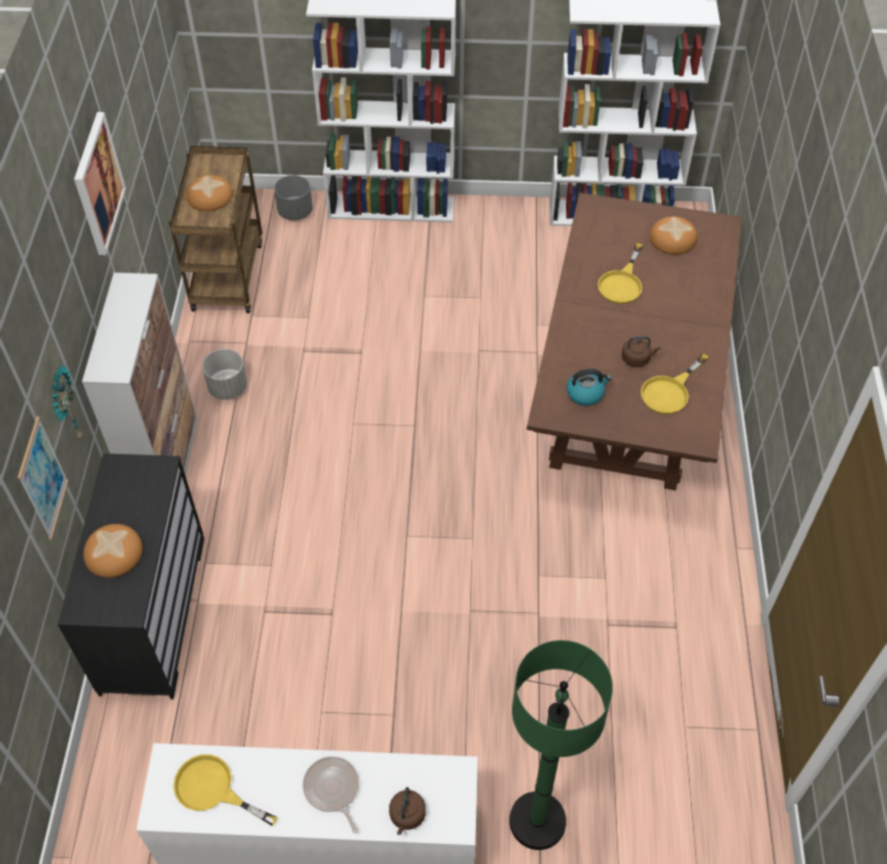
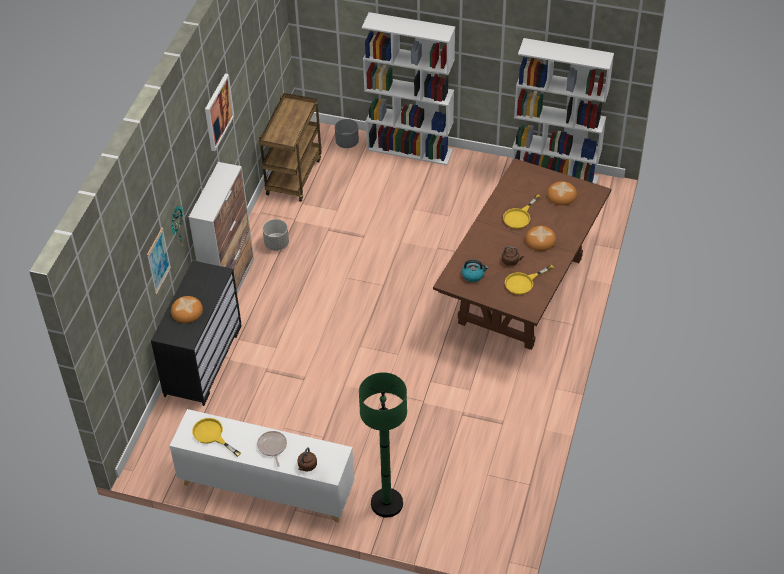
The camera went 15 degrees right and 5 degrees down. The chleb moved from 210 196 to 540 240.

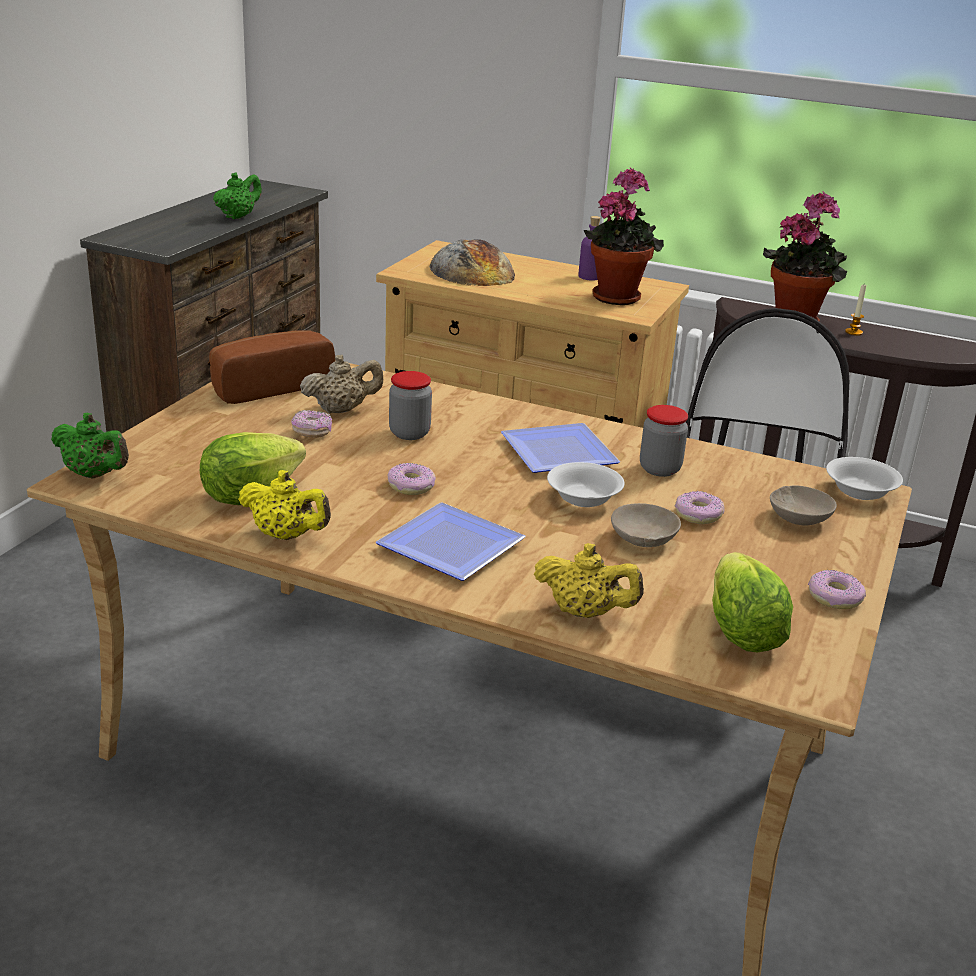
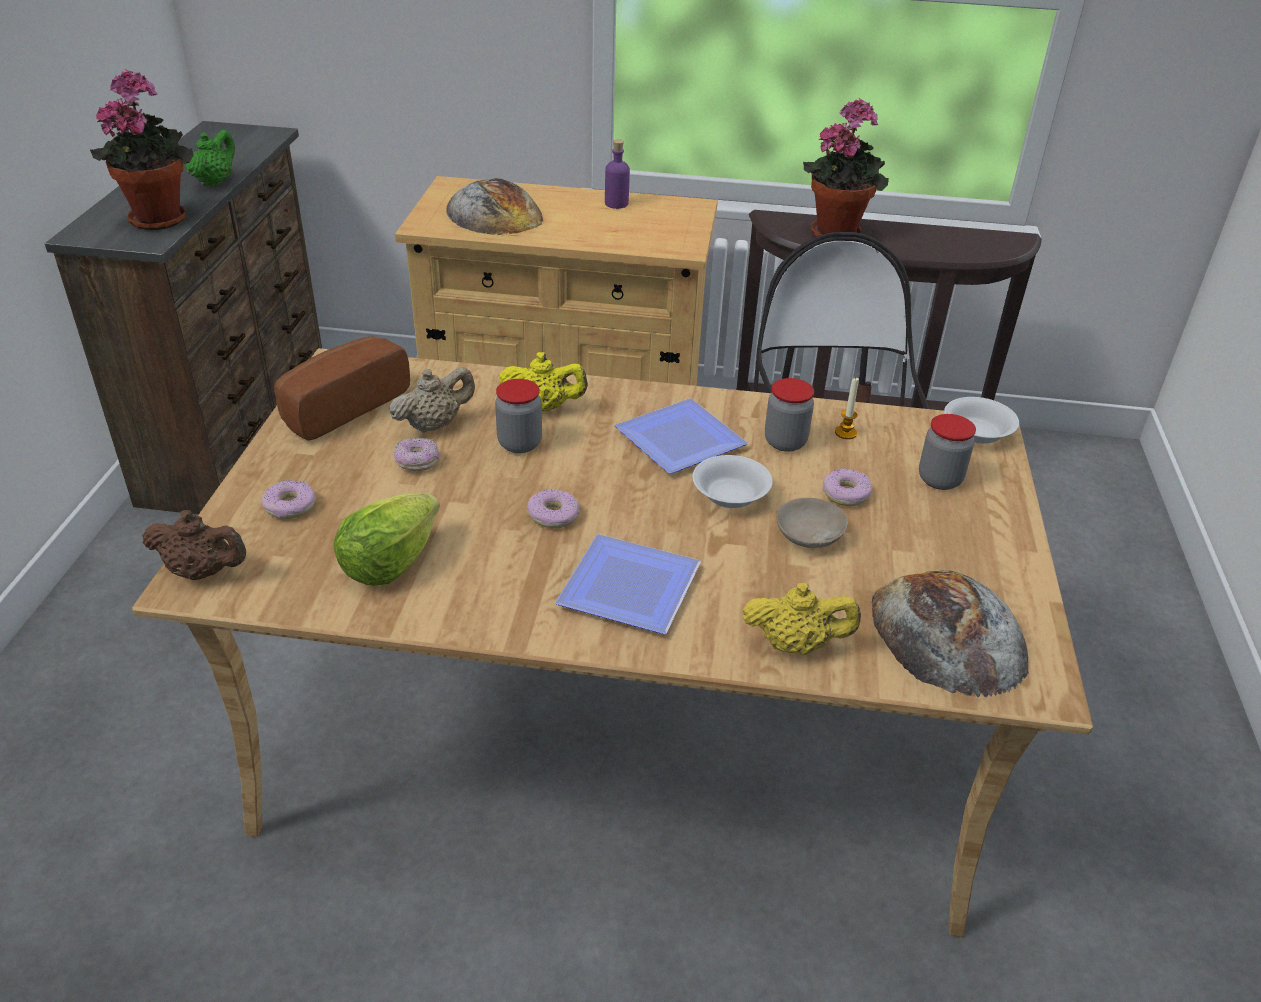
The camera went 15 degrees left and 10 degrees up. The imbryk [żółty] moved from 286 536 to 544 407. The roślina doniczkowa moved from 616 296 to 160 217. The donut moved from 834 597 to 290 506. The świeca moved from 853 332 to 845 433. The sałata at 741 631 was replaced by the chleb at 947 634. The miska [beżowy] at 800 519 was replaced by the słoik at 939 479. The imbryk [zielony] at 94 475 became the imbryk [brązowy] at 203 572.

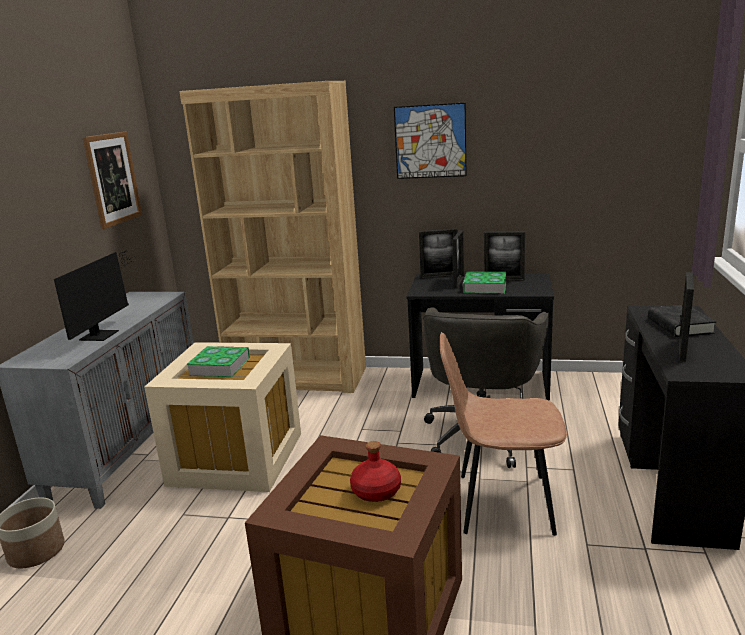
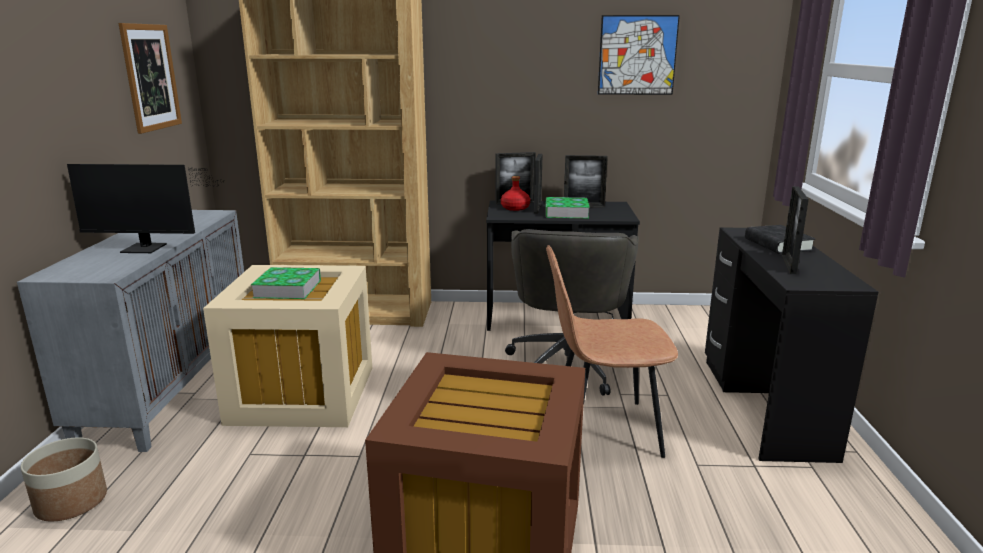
The camera went 10 degrees left and 0 degrees up. The butelka [czerwony] moved from 375 491 to 515 208. The obraz moved from 430 141 to 637 55. The monitor at 103 333 turned 90 degrees clockwise.

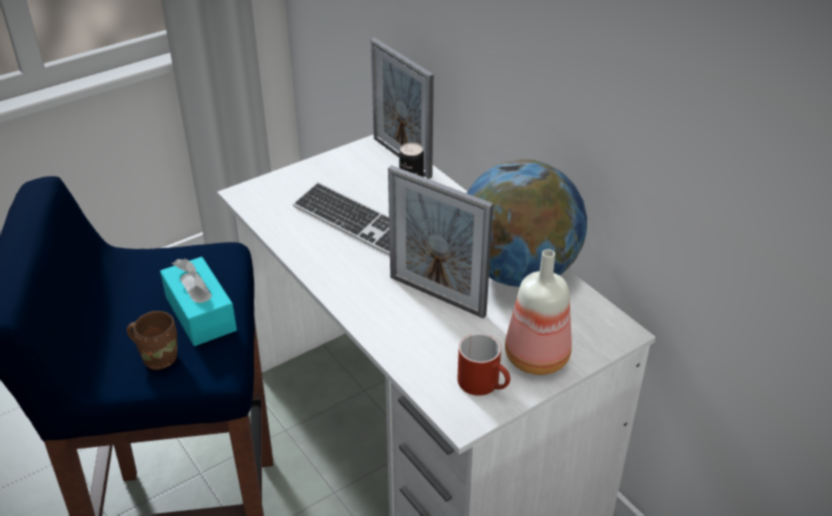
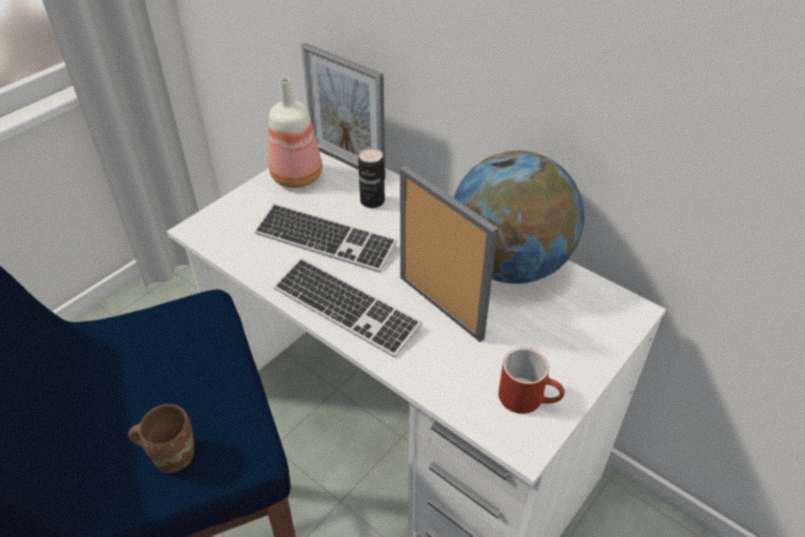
The camera went 15 degrees left and 5 degrees up. The pudełko chusteczek [turkusowy] at 200 314 disappeared. The klawiatura at 346 308 appeared. The butelka moved from 538 358 to 298 177. The ramka na zdjęcie at 437 296 turned 150 degrees counterclockwise.

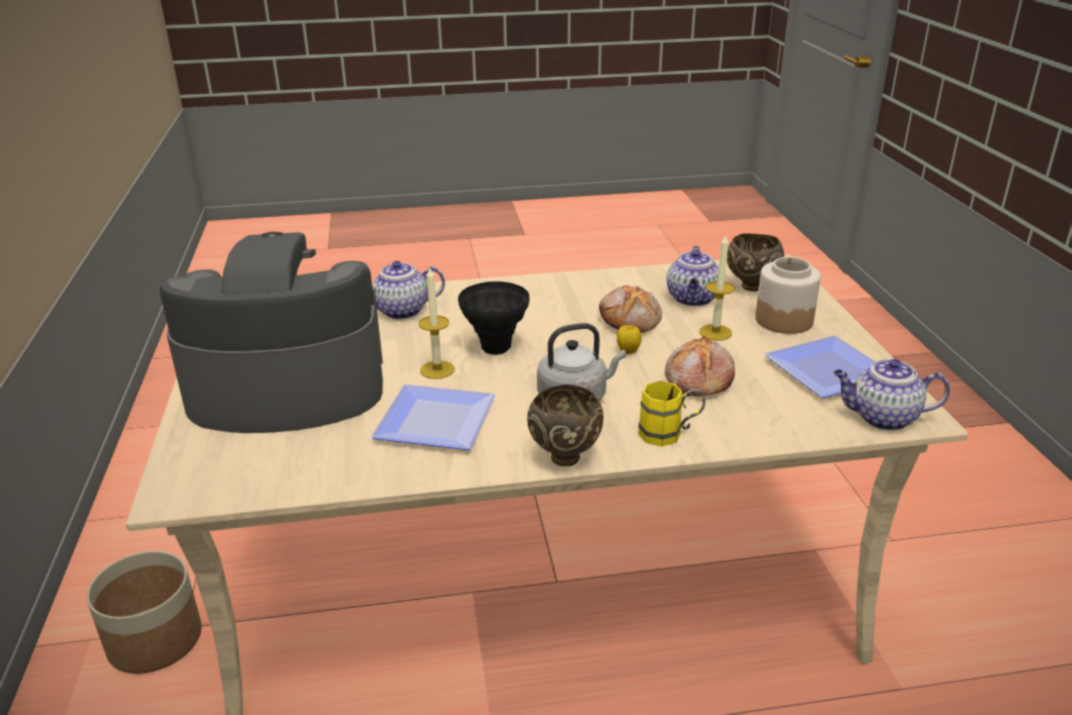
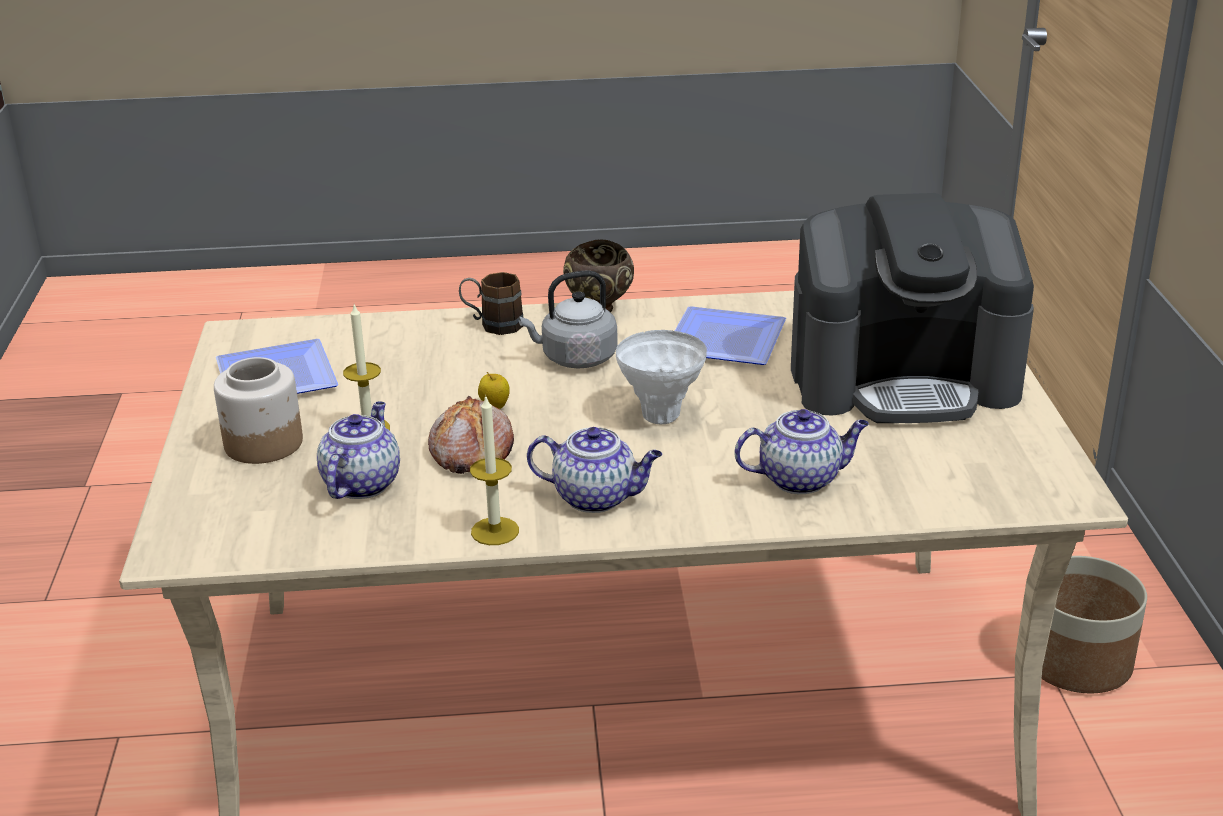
The camera went 175 degrees left and 0 degrees up. The chleb at 697 380 disappeared. The miska [brązowy] at 750 287 disappeared. The świeca moved from 437 369 to 495 531. The imbryk moved from 882 418 to 597 497. The wazon [czarny] at 495 349 became the wazon [biały] at 661 416. The kubek [żółty] at 669 434 became the kubek [brązowy] at 492 325.

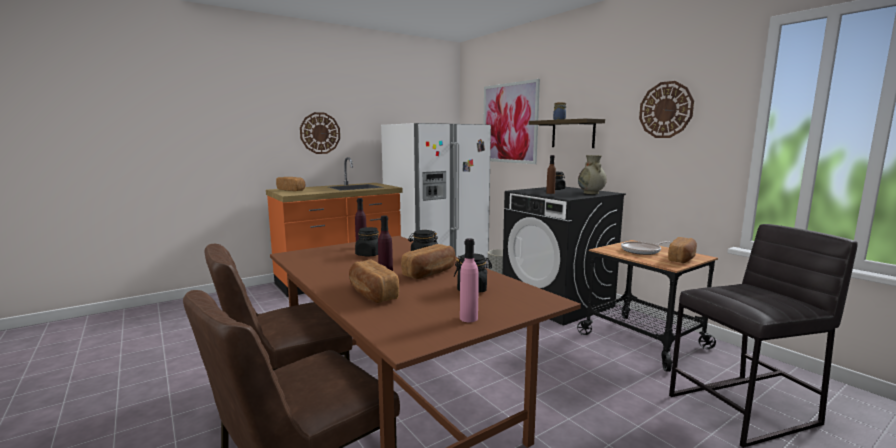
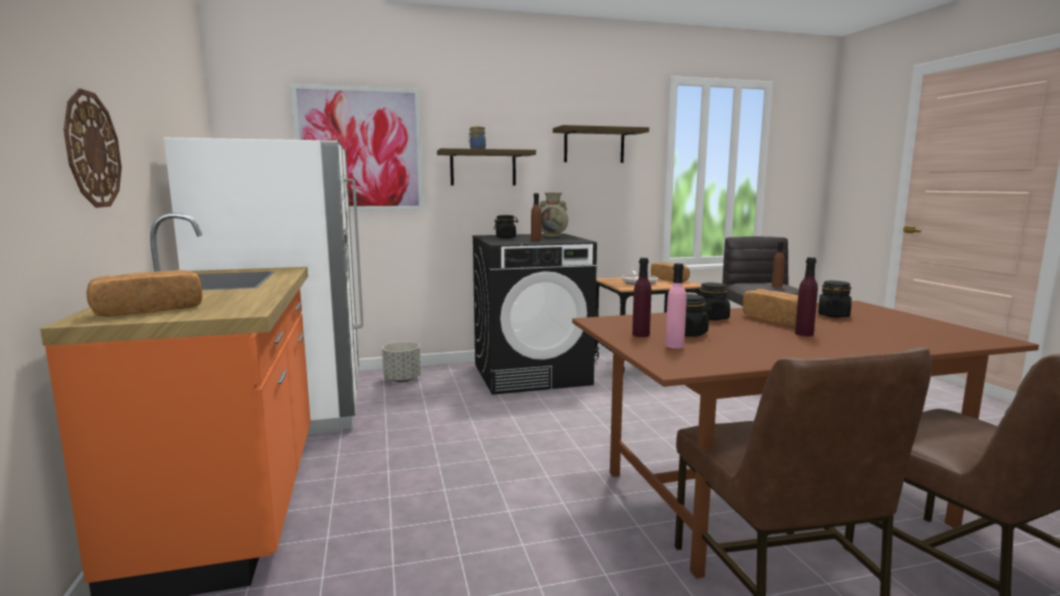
The camera went 70 degrees left and 0 degrees up. The chleb at 372 294 disappeared. The butelka [brązowy] at 777 286 appeared. The butelka [różowy] moved from 468 318 to 674 345. The zegar ścienny at 665 110 was replaced by the półka at 594 145.

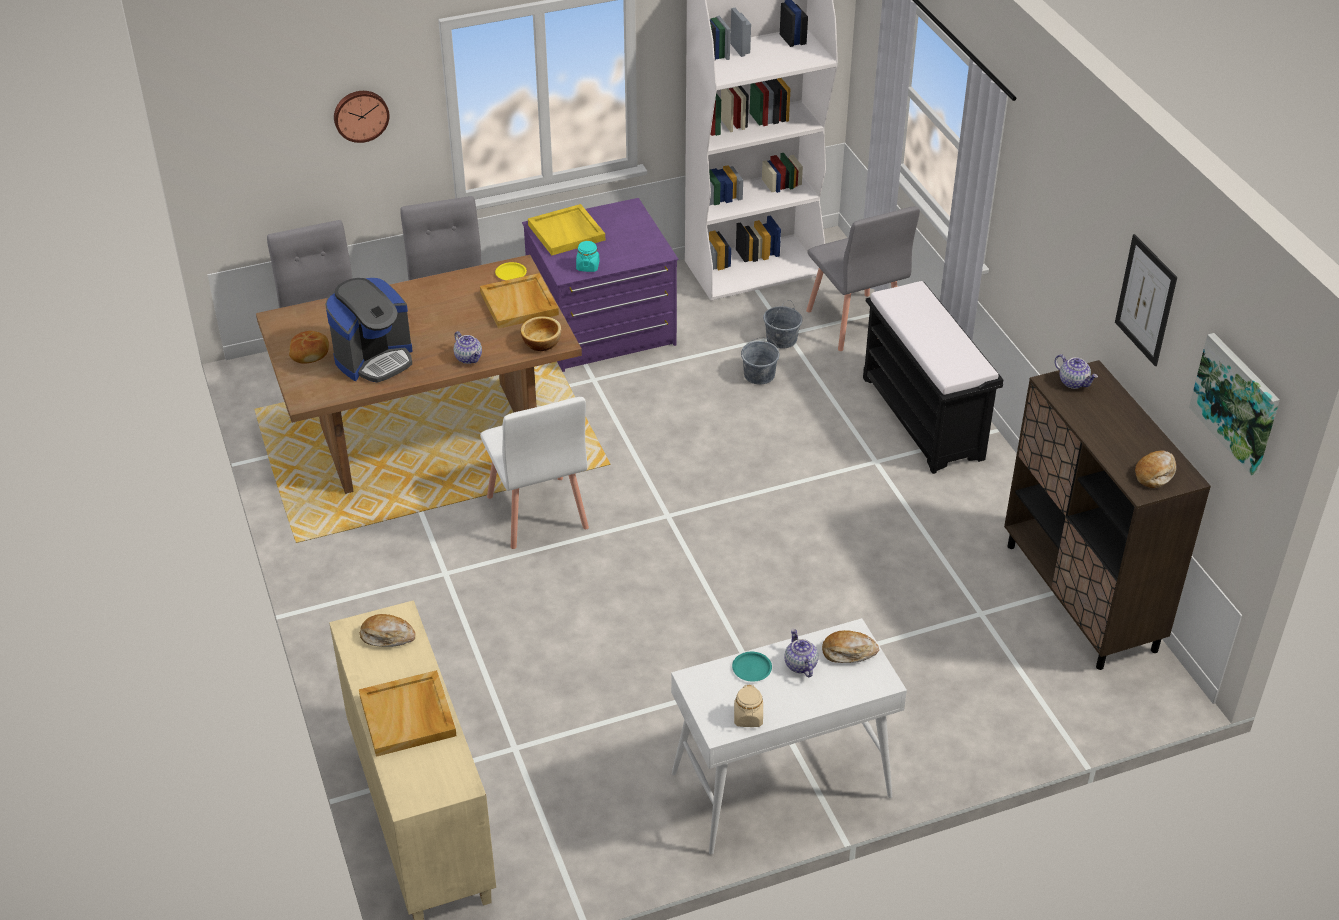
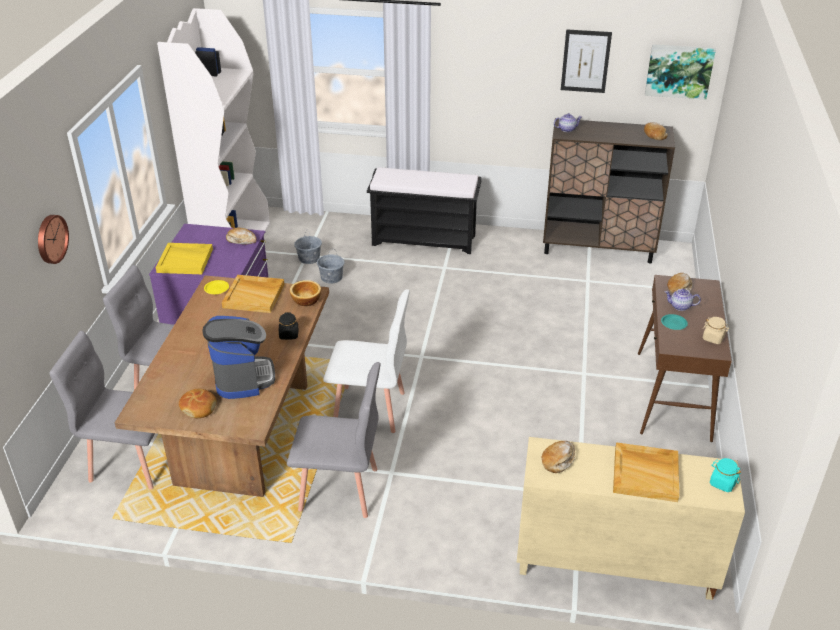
The camera went 60 degrees left and 5 degrees down. The chleb at 241 240 appeared. The słoik [turkusowy] moved from 588 266 to 722 483. The krzesło [szary] moved from 853 322 to 339 490. The imbryk at 469 358 was replaced by the słoik [czarny] at 289 335. The stolik konsolowy [biały] at 780 786 became the stolik konsolowy [brązowy] at 673 396.

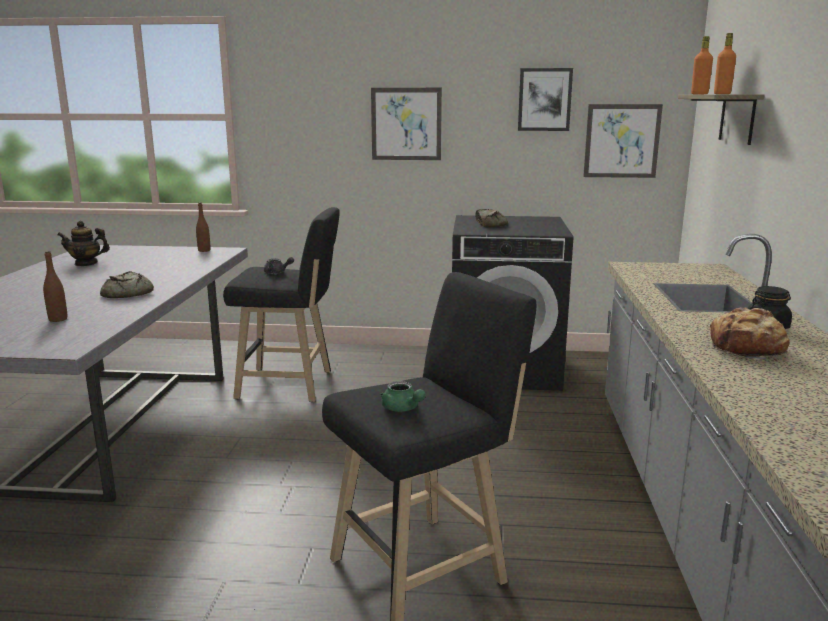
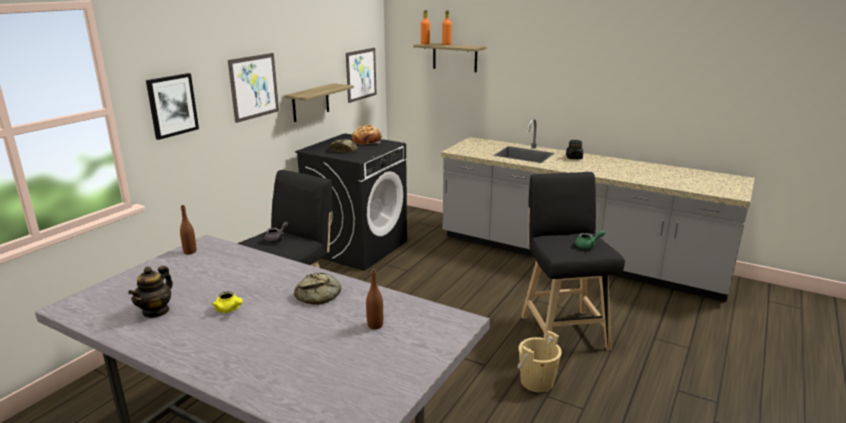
The camera went 65 degrees left and 5 degrees up. The imbryk [żółty] at 229 310 appeared. The półka at 310 102 appeared. The wiadro [beżowy] at 537 382 appeared. The obraz moved from 544 99 to 172 105. The chleb moved from 748 349 to 367 141.

